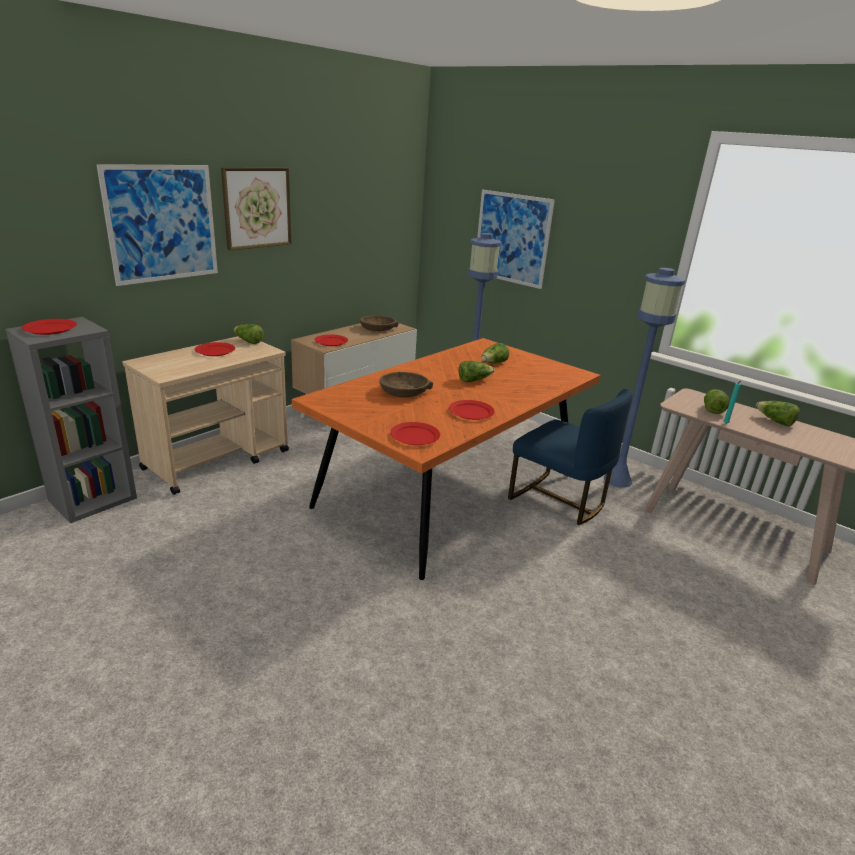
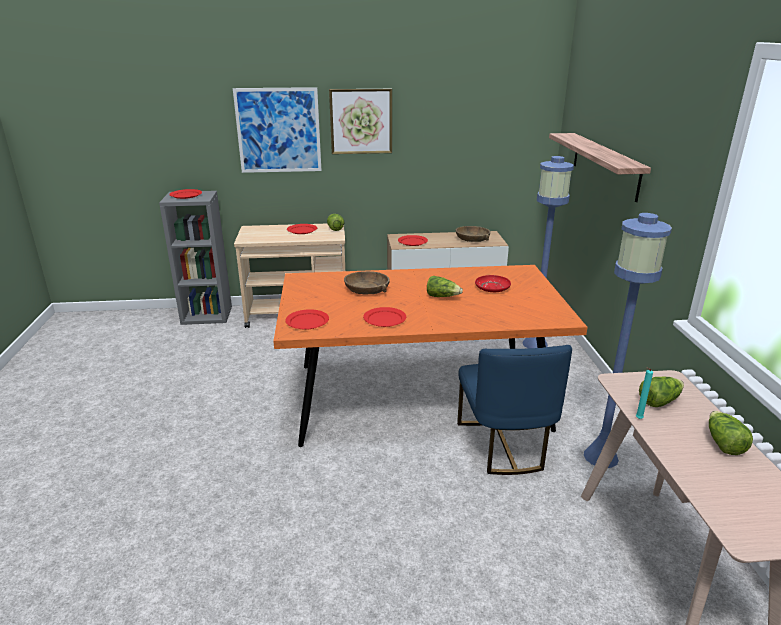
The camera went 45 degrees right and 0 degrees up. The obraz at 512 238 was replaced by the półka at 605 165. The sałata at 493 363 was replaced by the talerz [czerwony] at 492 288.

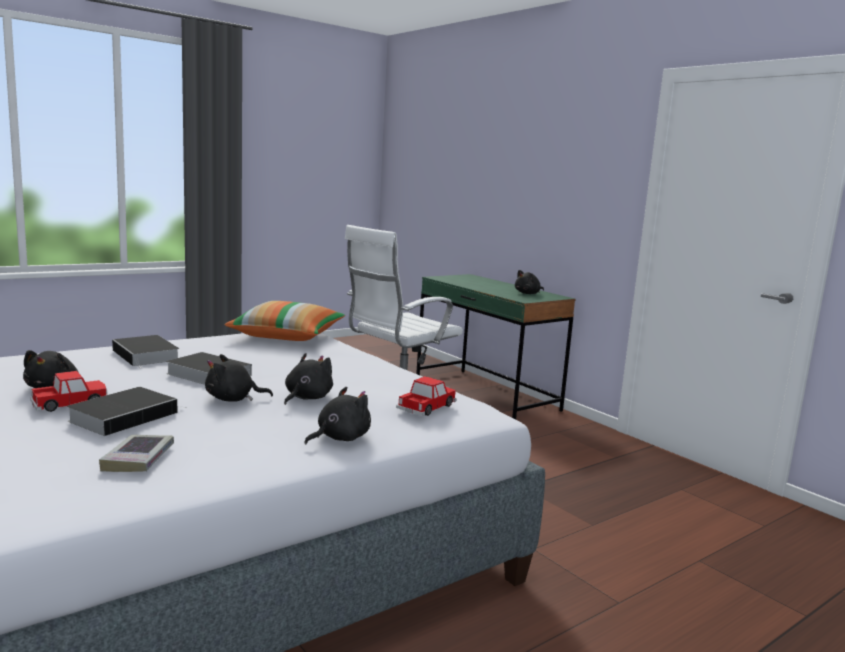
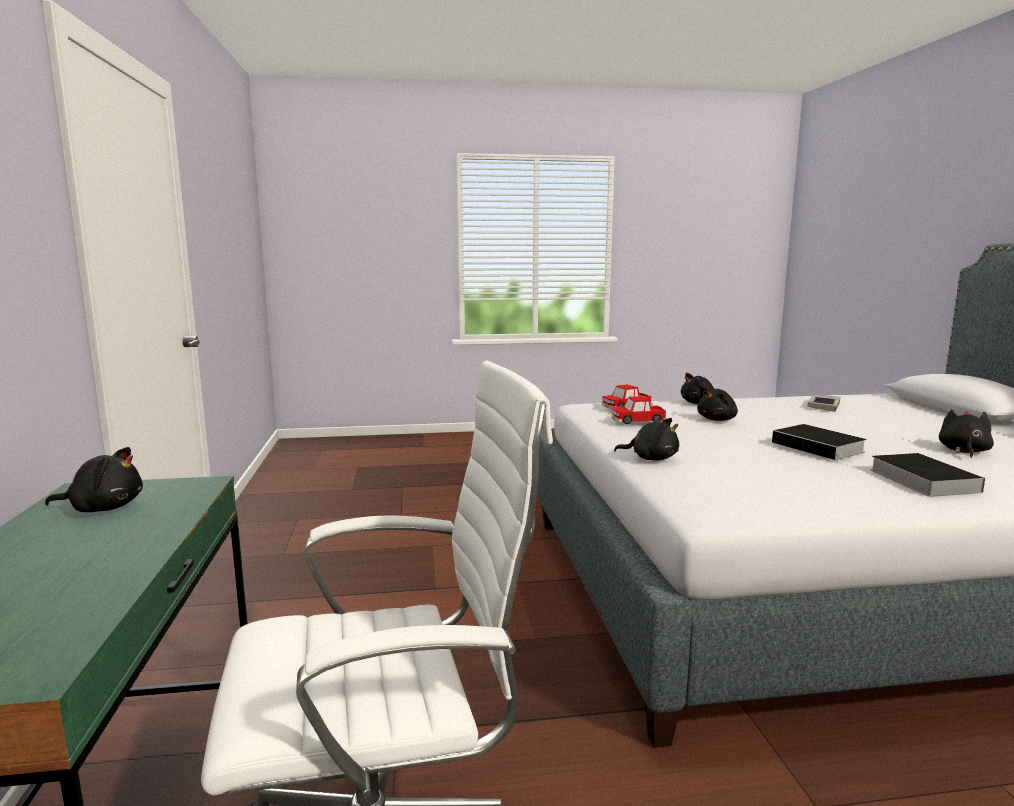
The camera went 150 degrees left and 0 degrees up. The książka at 125 416 disappeared. The poduszka at 287 336 disappeared. The samochodzik moved from 70 403 to 637 420. The pluszak [czarny] moved from 233 399 to 651 458.

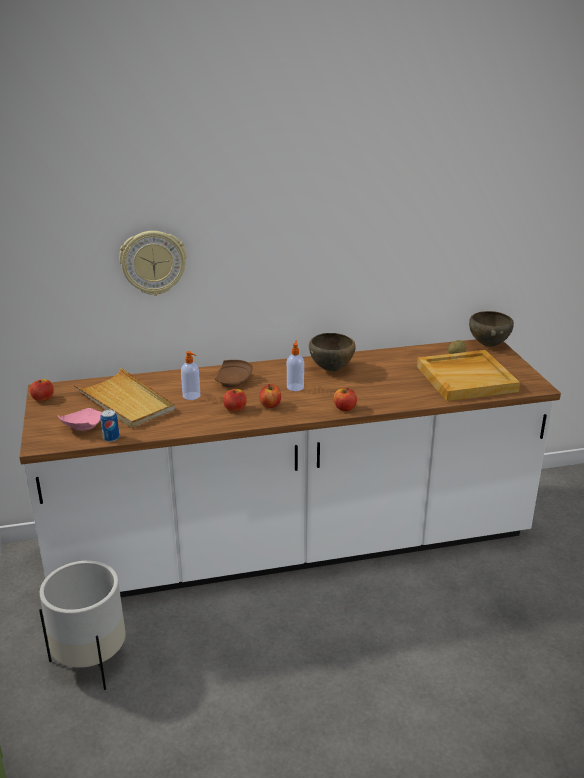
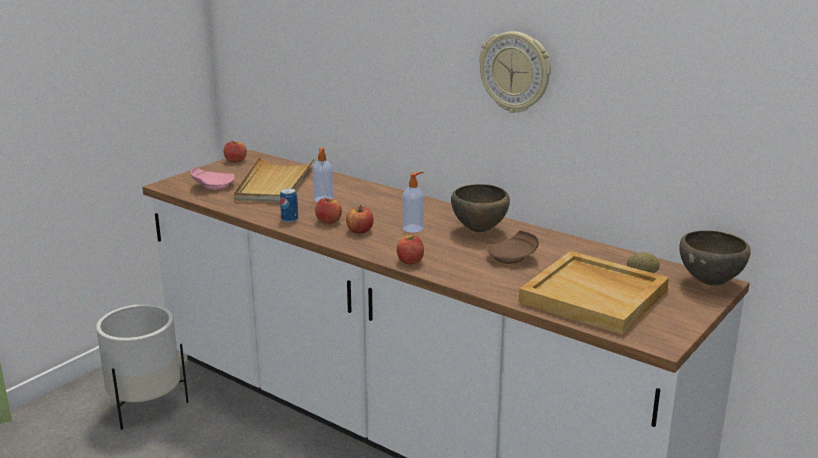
The camera went 50 degrees right and 5 degrees down. The puszka moved from 111 438 to 289 219. The zegar ścienny moved from 153 262 to 515 72. The talerz [brązowy] moved from 233 381 to 513 257.

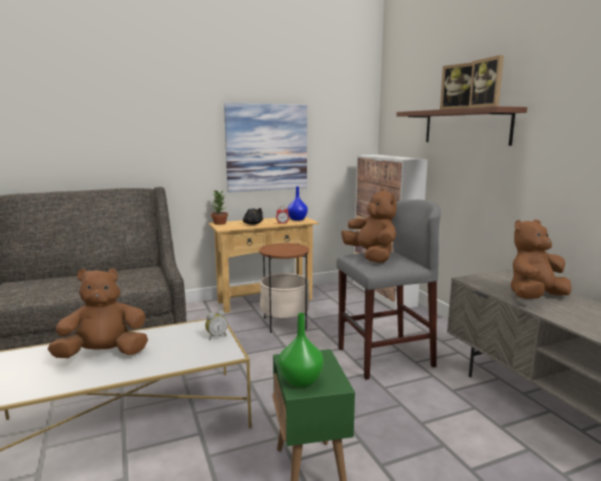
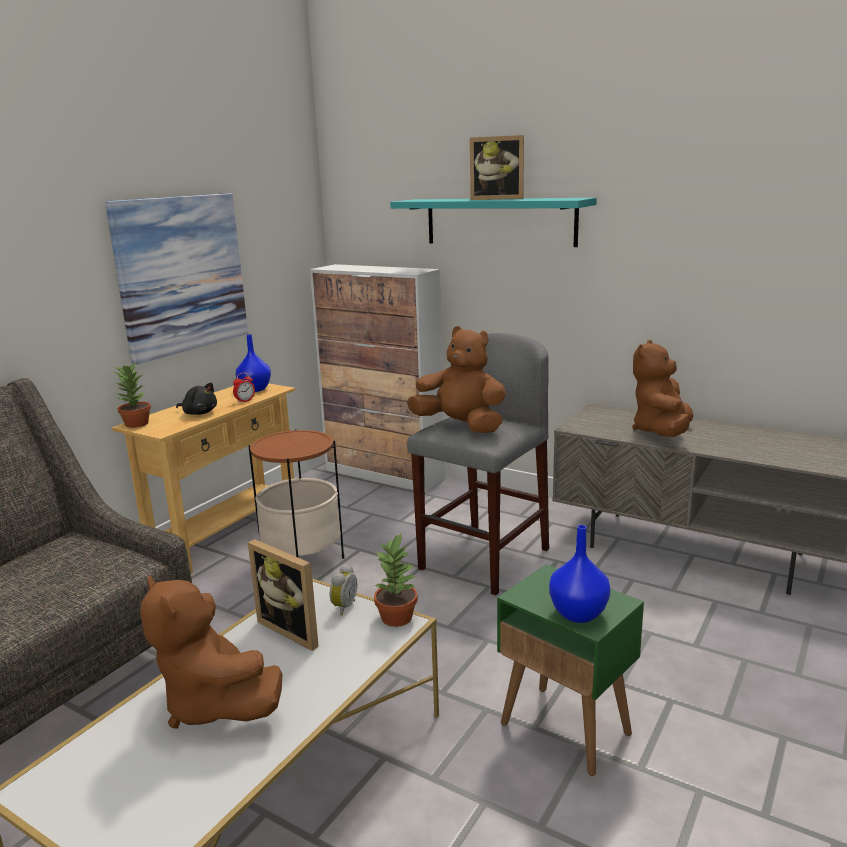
The camera went 35 degrees left and 5 degrees up. The roślina doniczkowa at 397 618 appeared. The ramka na zdjęcie moved from 487 107 to 294 629. The wazon [zielony] at 300 381 became the wazon [niebieski] at 578 614. The półka [brązowy] at 465 127 became the półka [turkusowy] at 499 221. The pluszak [brązowy] at 104 354 turned 75 degrees counterclockwise.

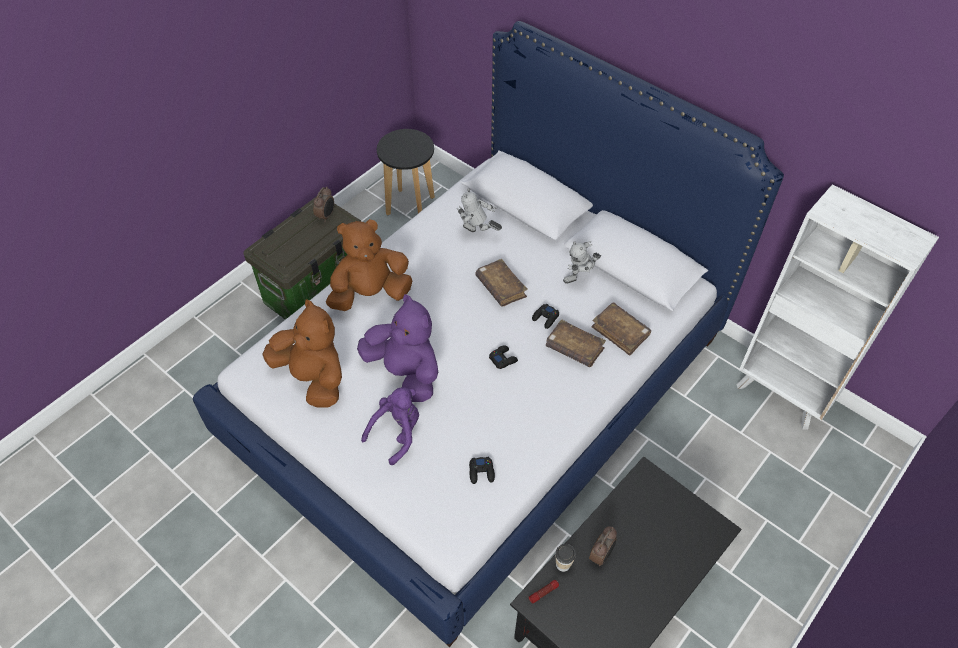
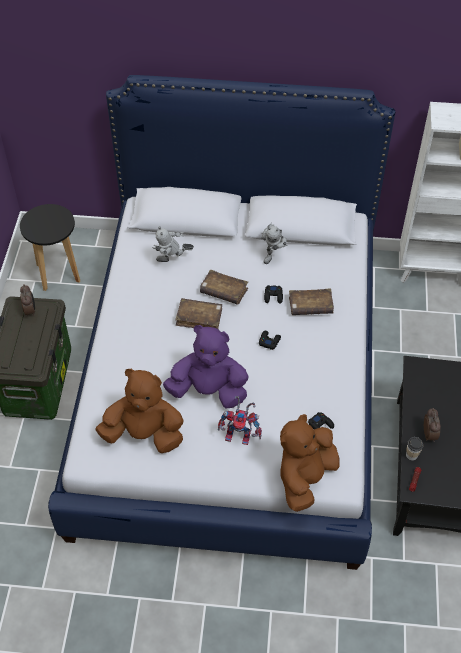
The camera went 35 degrees left and 0 degrees up. The pluszak [brązowy] moved from 370 294 to 305 477. The książka [brązowy] moved from 620 332 to 199 318. The pluszak [fioletowy] at 397 433 was replaced by the robot zabawkowy at 240 435.

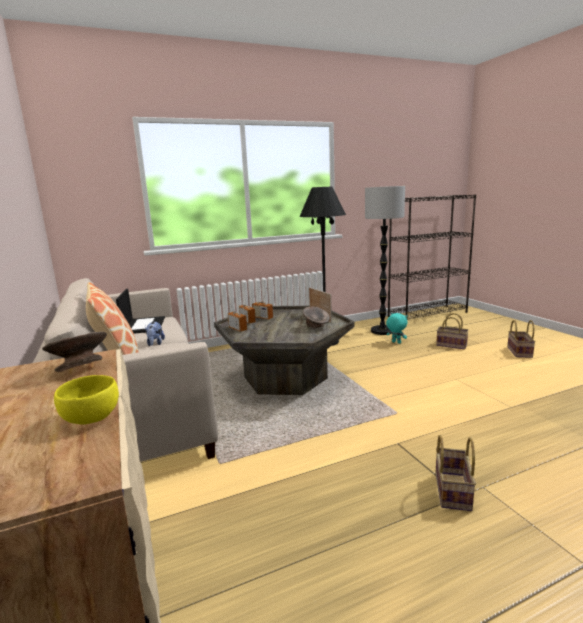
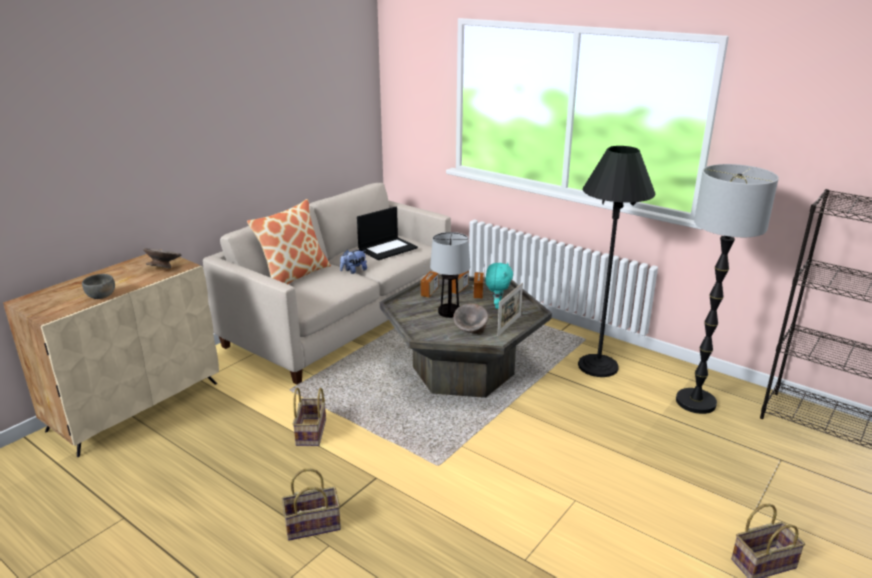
The camera went 60 degrees right and 10 degrees up. The lampa stołowa at 450 312 appeared. The pluszak [turkusowy] moved from 396 342 to 497 306. The koszyk moved from 452 345 to 312 433. The miska [żółty] at 92 417 became the miska [szary] at 101 296.

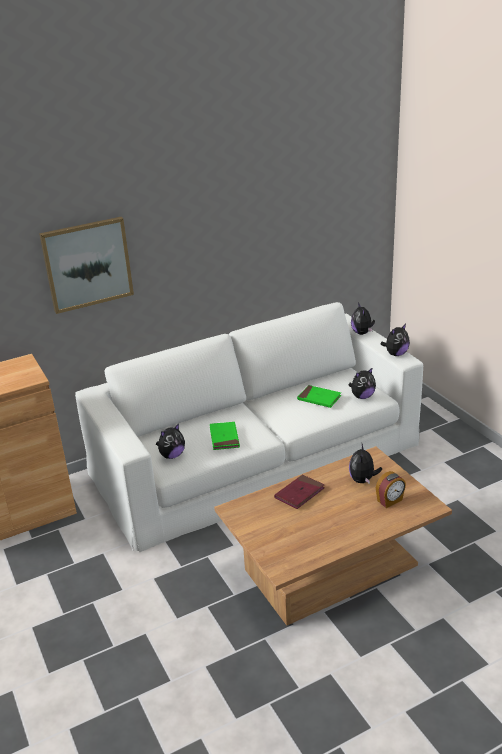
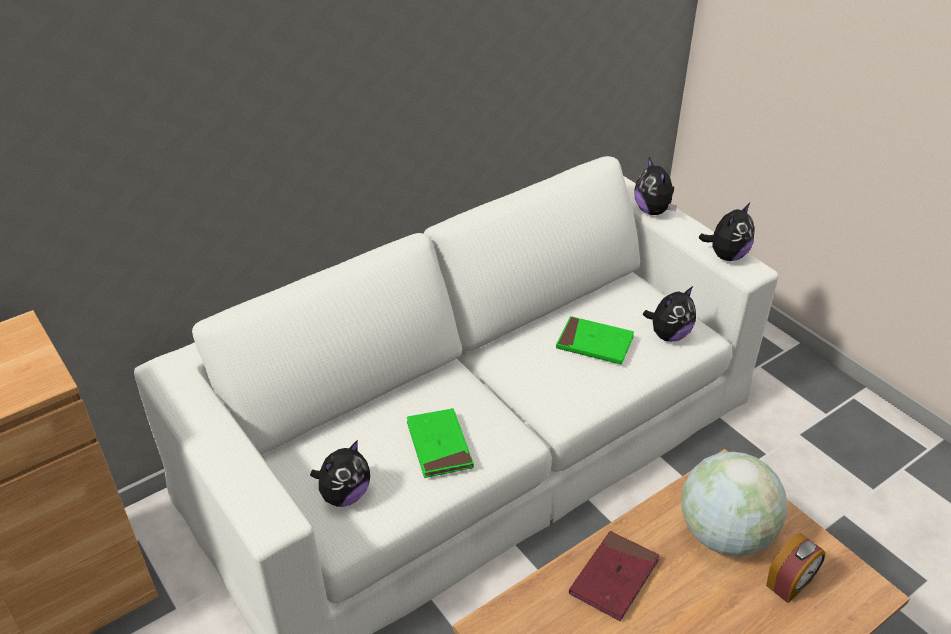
The camera went 10 degrees left and 10 degrees up. The obraz at 87 264 disappeared. The pluszak at 363 480 was replaced by the globus at 724 534.

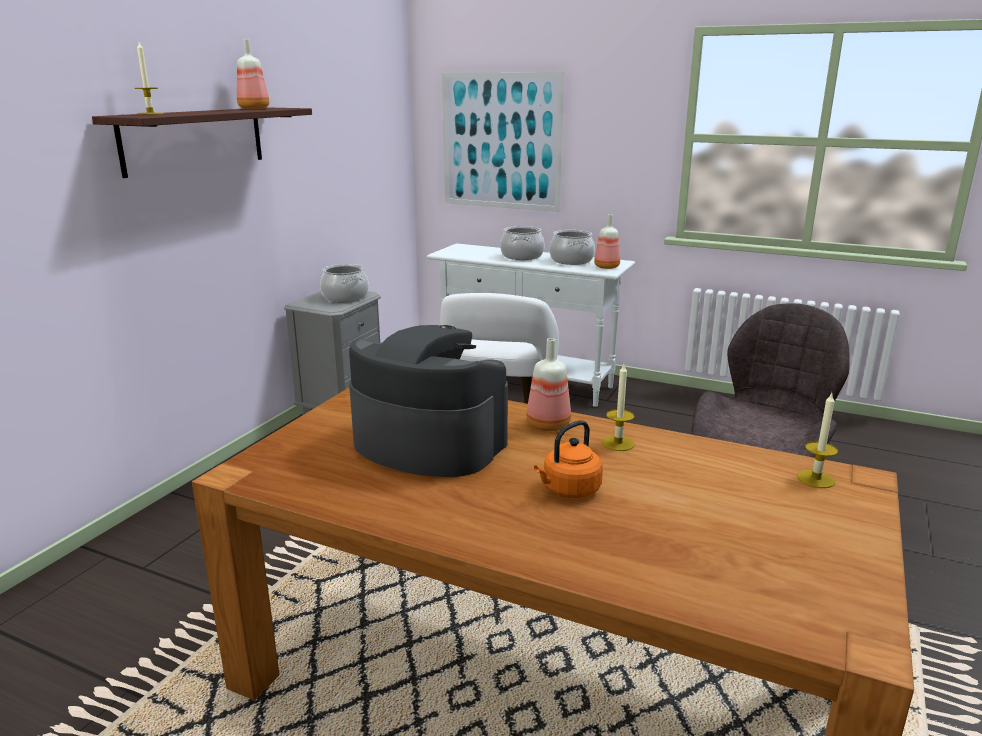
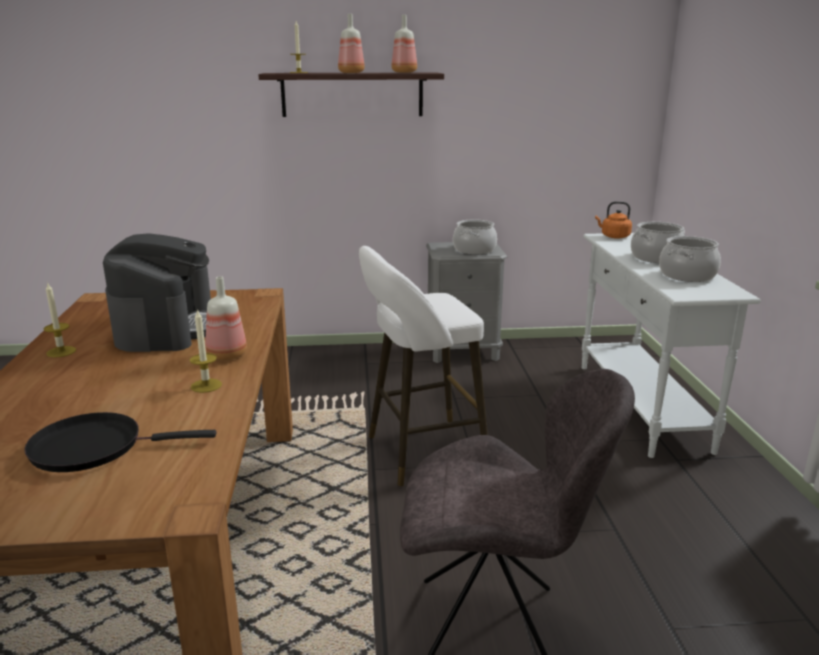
The camera went 60 degrees right and 0 degrees up. The obraz at 501 141 disappeared. The patelnia [czarny] at 94 447 appeared. The czajnik [pomarańczowy] moved from 569 490 to 613 236. The butelka moved from 607 267 to 351 73. The świeca moved from 816 479 to 61 352.

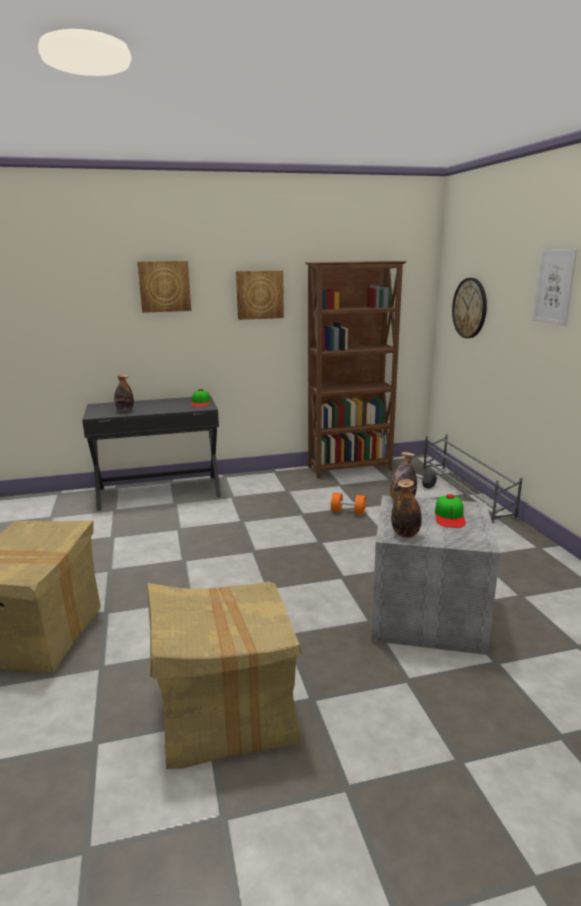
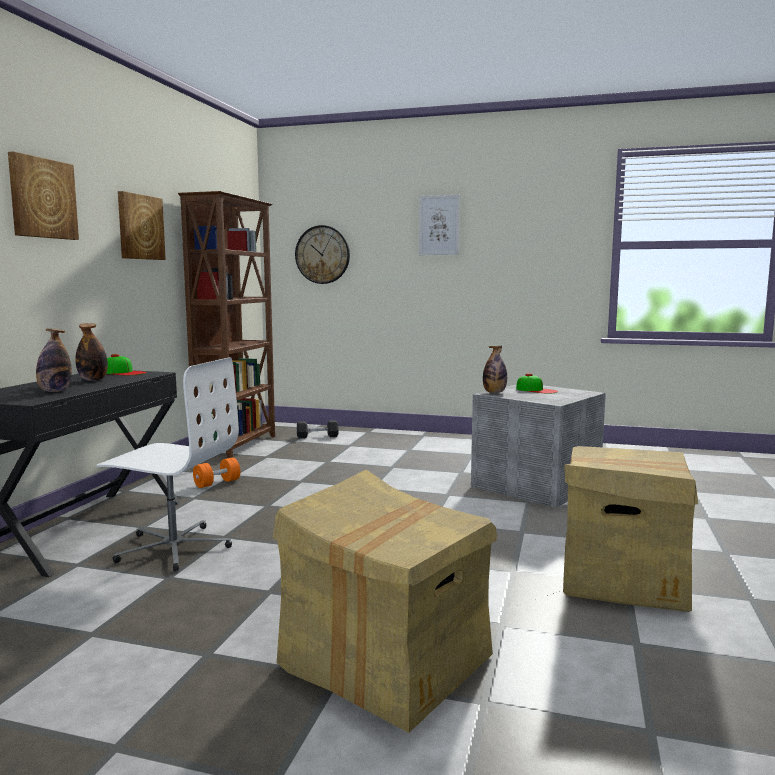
The camera went 60 degrees left and 10 degrees down. The regał na buty [szary] at 465 492 disappeared. The krzesło biurowe [biały] at 173 547 appeared. The hantel [pomarańczowy] moved from 348 511 to 217 483. The butelka moved from 405 534 to 93 380.

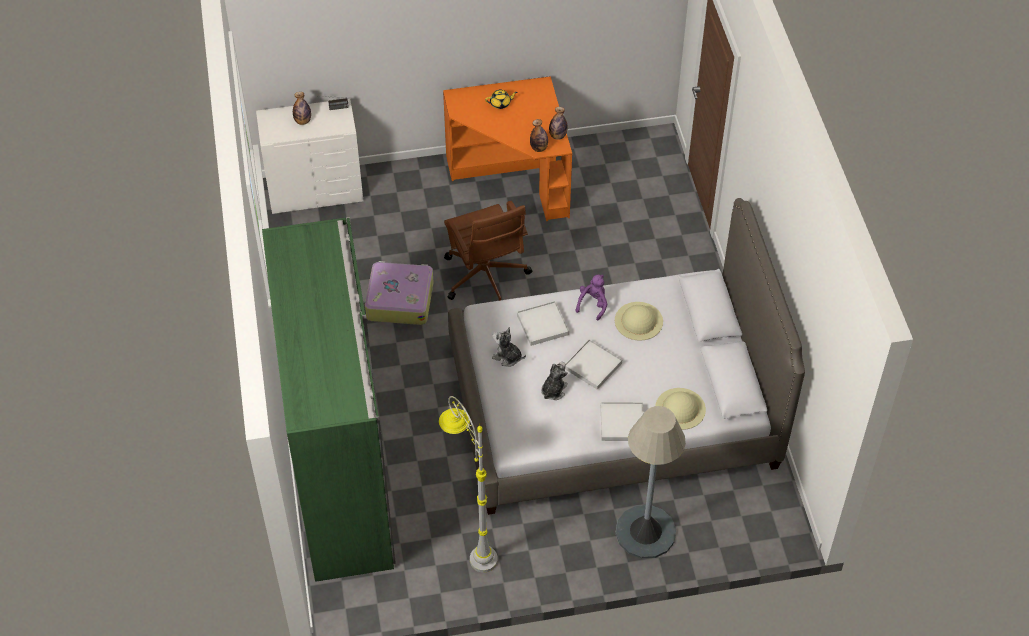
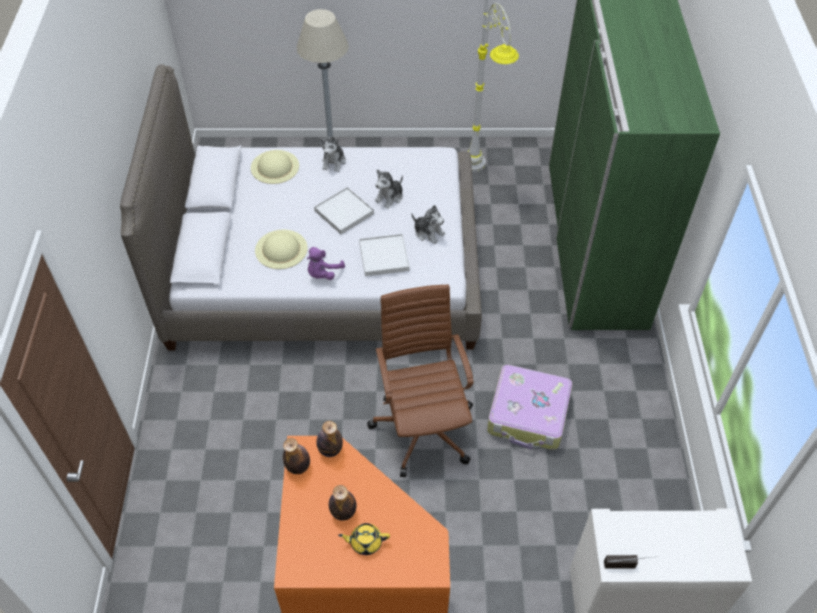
The camera went 170 degrees left and 0 degrees up. The butelka moved from 303 121 to 343 512. The taca [biały] at 622 423 was replaced by the pluszak at 334 162.

